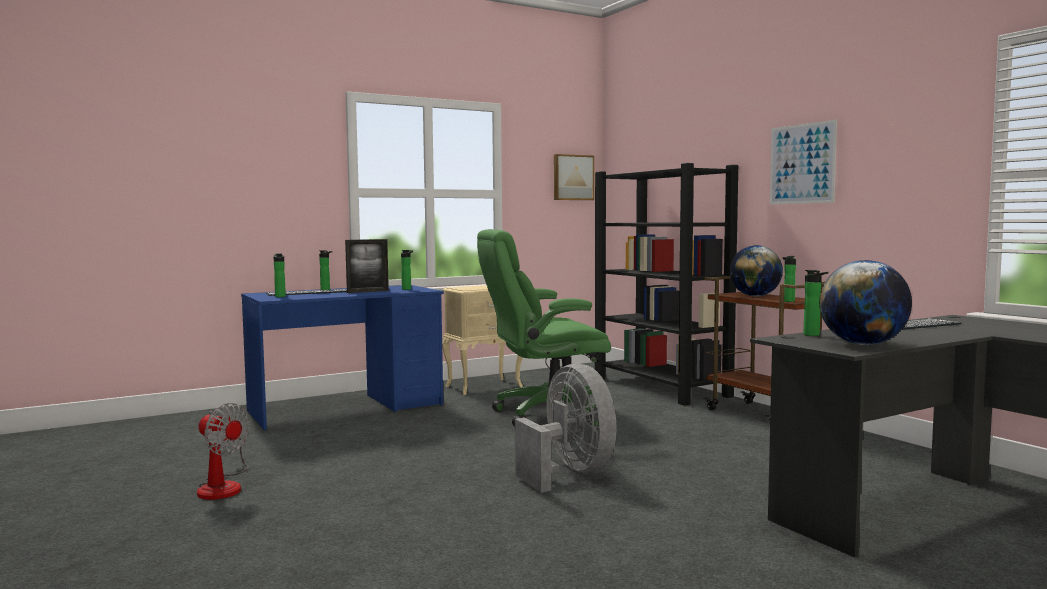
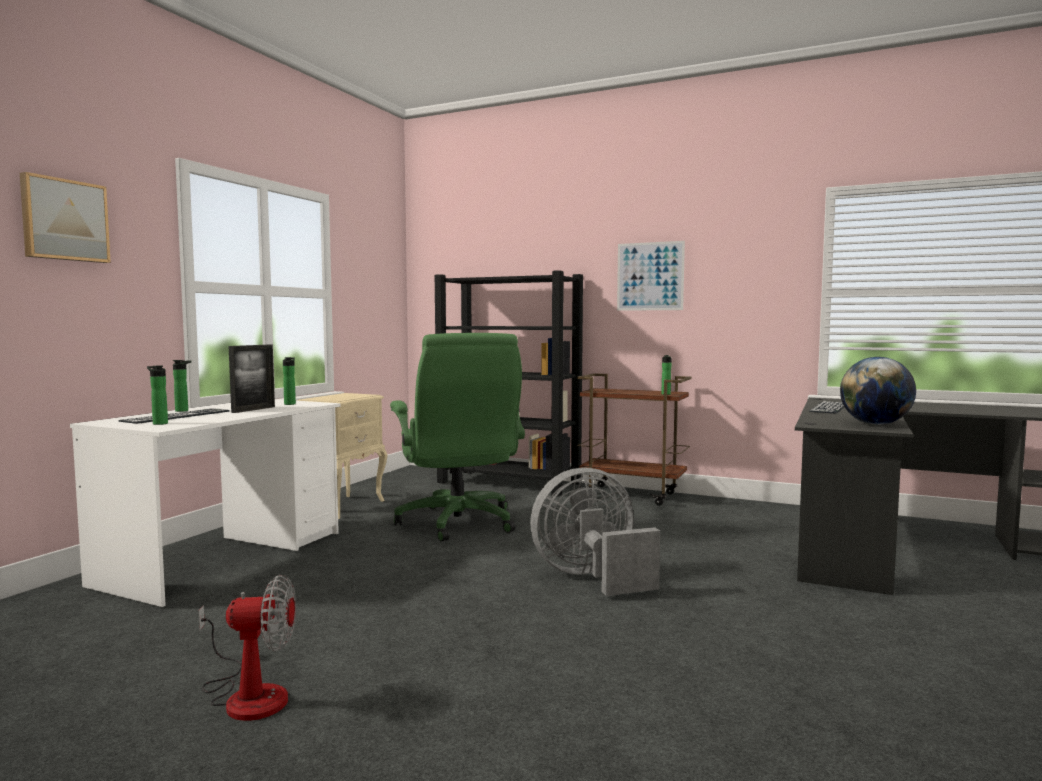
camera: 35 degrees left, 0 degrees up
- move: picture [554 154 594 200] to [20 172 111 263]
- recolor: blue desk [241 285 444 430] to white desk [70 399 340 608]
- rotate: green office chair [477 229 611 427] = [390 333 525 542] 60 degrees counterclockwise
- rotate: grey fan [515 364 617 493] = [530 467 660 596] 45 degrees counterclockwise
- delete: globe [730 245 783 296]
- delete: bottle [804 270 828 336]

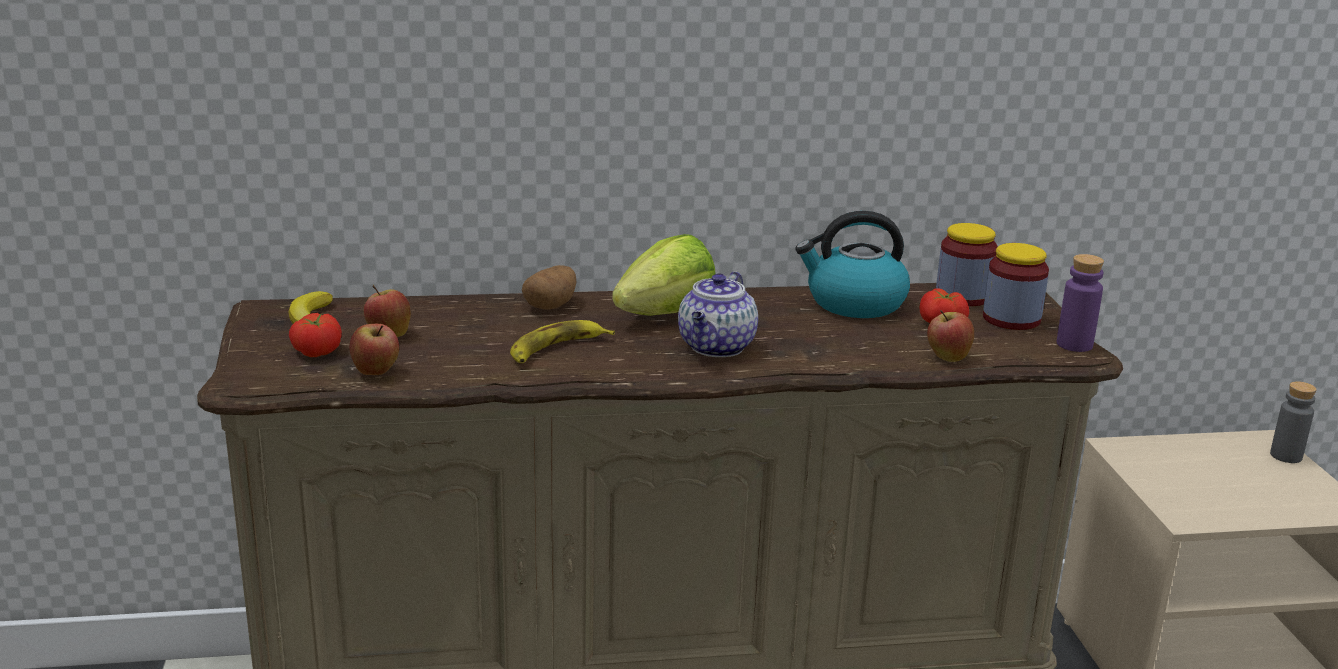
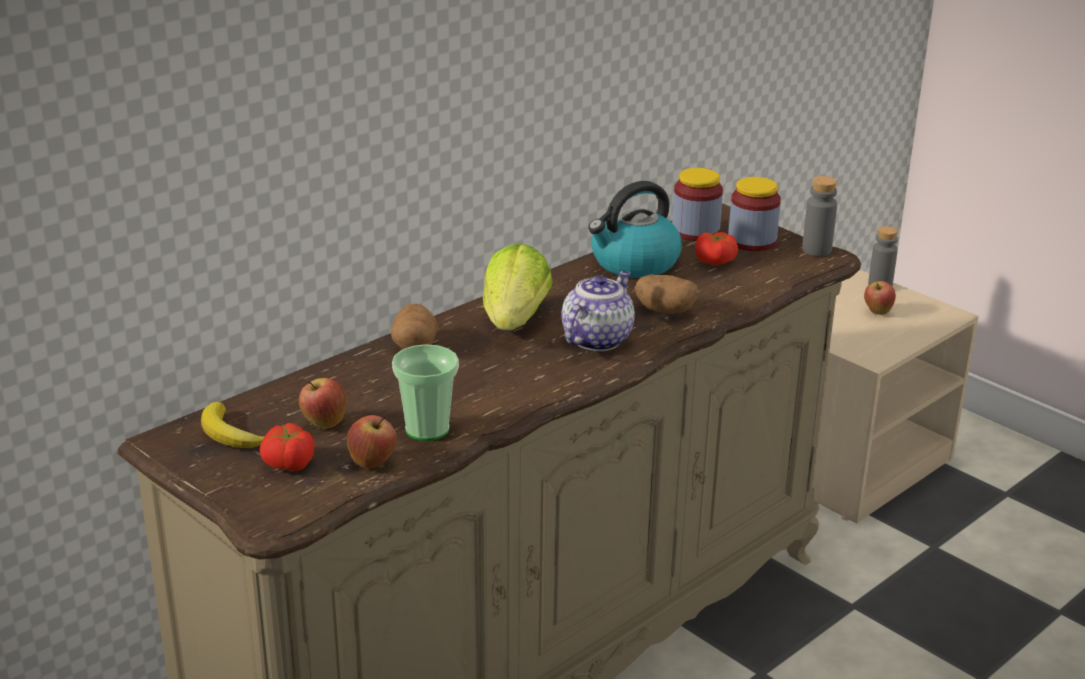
camera: 35 degrees left, 5 degrees up
- insert: cup [392 344 459 441]
- rotate: teapot [678 272 758 357] = [561 271 635 351] 135 degrees counterclockwise
- insert: potato [635 275 698 313]
- recolor: purple bottle [1057 254 1104 352] to grey bottle [802 176 837 256]
- move: apple [927 310 974 362] to [864 281 896 315]
- delete: banana [510 320 615 363]

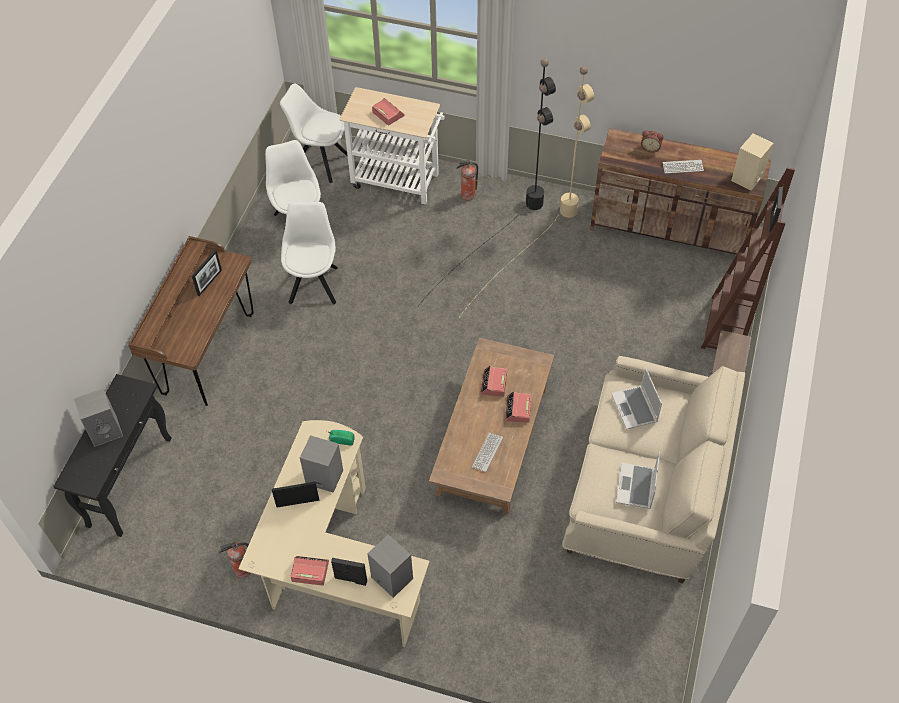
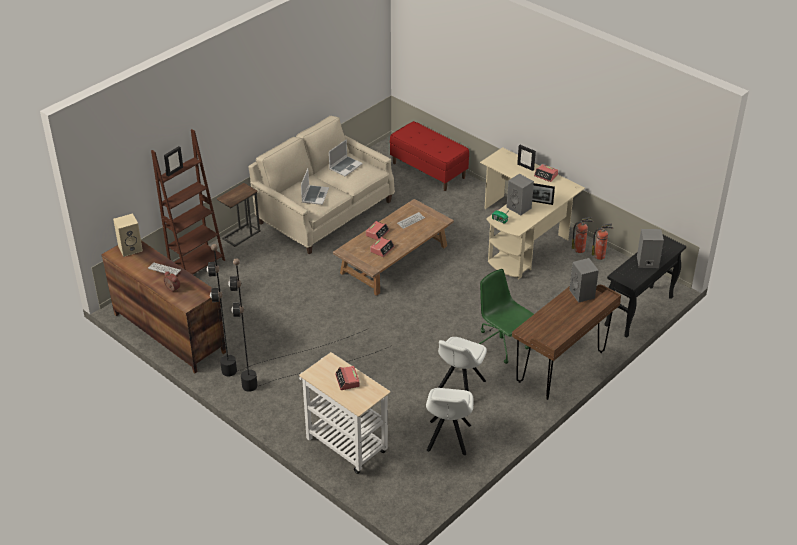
camera: 155 degrees left, 15 degrees down
- recolor: beige floor lamp [458 66 594 319] to black floor lamp [207 244 367 376]
- insert: red bench [390 121 469 191]
- insert: green office chair [479 269 534 364]
- move: grey speaker [367 535 413 598] to [569 258 599 303]
- move: fire extinguisher [456 160 478 201] to [592 224 614 260]
- delete: picture frame [192 250 222 296]
- delete: white chair [280 83 347 183]

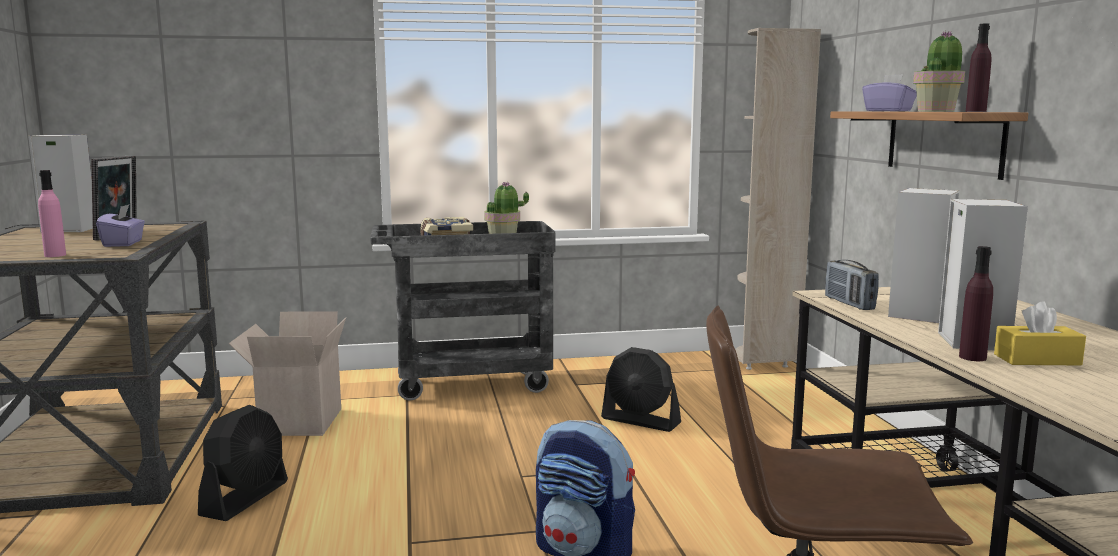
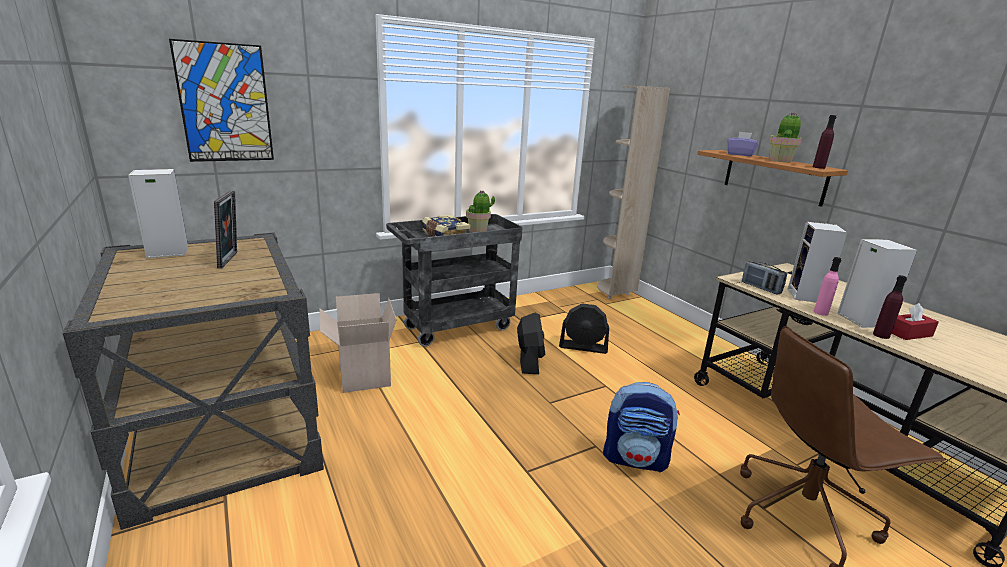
camera: 20 degrees left, 10 degrees up
- insert: picture [169 39 274 162]
- move: black fan [198 405 288 521] to [517 313 546 374]
- move: pink bottle [38 170 66 257] to [814 257 841 316]
- recolor: yellow tissue box [994 301 1086 365] to red tissue box [891 303 939 340]
- delete: purple tissue box [96 204 145 247]

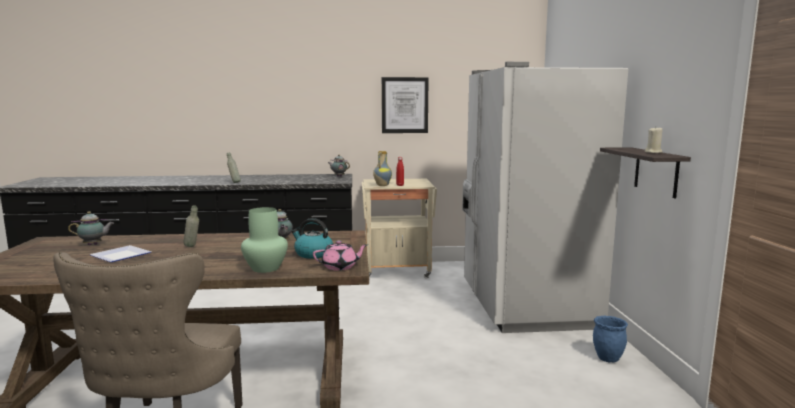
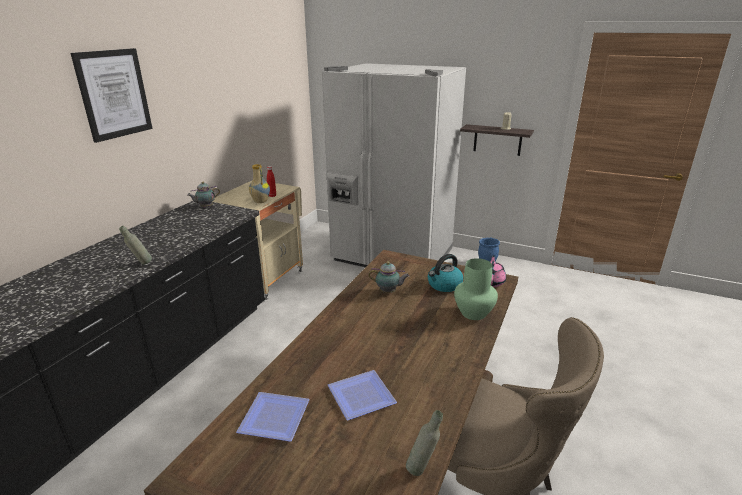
camera: 60 degrees left, 15 degrees up
- move: picture [382 77 429 133] to [71 48 152 143]
- replace: teapot [68 211 114 245] to plate [236 392 310 442]
- move: grey bottle [184 206 199 247] to [406 410 443 476]

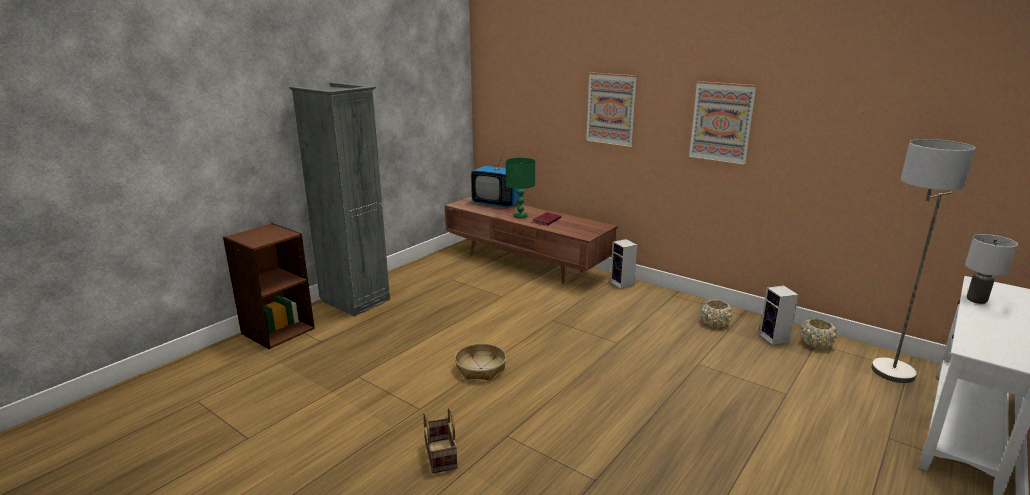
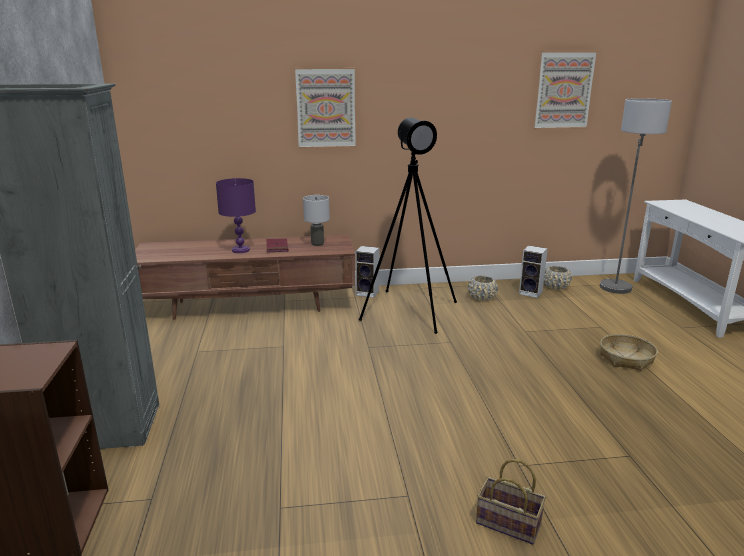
camera: 45 degrees left, 0 degrees up
- recolor: green table lamp [506 158 535 218] to purple table lamp [216 178 256 253]
- move: white table lamp [965 234 1018 304] to [303 195 330 246]
- insert: black floor lamp [359 117 457 334]
- move: picture [689 81 757 166] to [534 51 597 130]
- move: basket [455 343 506 381] to [600 334 658 371]
- delete: television [471 145 523 208]

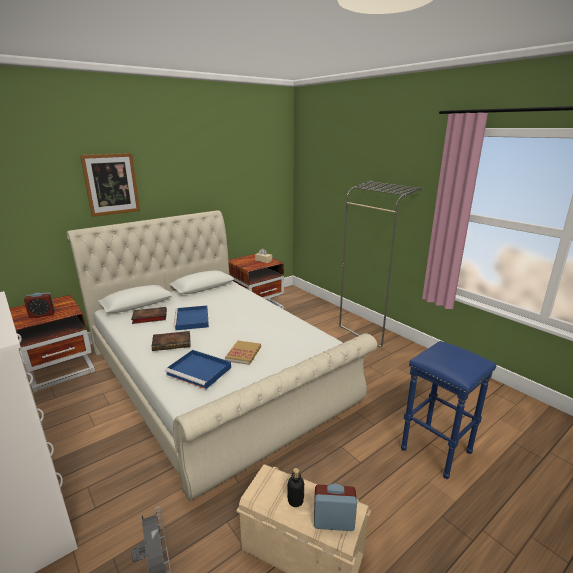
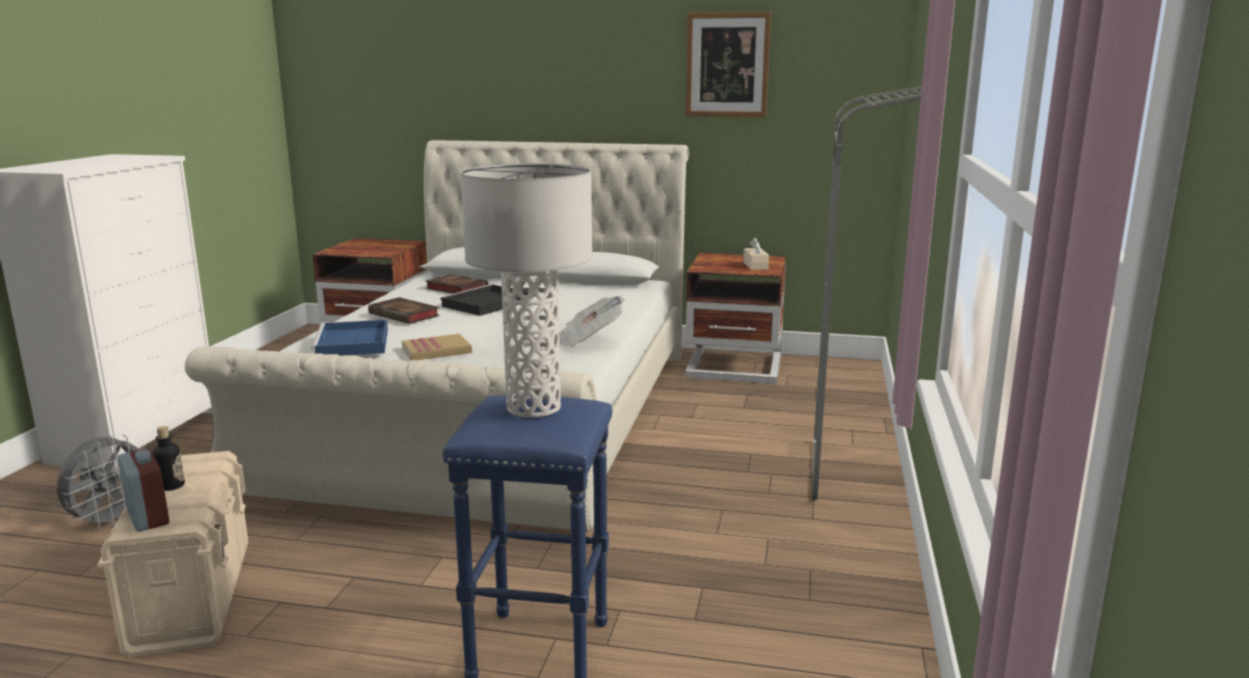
camera: 50 degrees right, 5 degrees down
- recolor: blue tray [174 306 209 331] to black tray [440 284 529 316]
- insert: white table lamp [461 164 592 418]
- insert: newspaper [554 296 625 347]
- move: picture [80 153 140 217] to [686 12 771 117]
- delete: alarm clock [24 292 55 318]

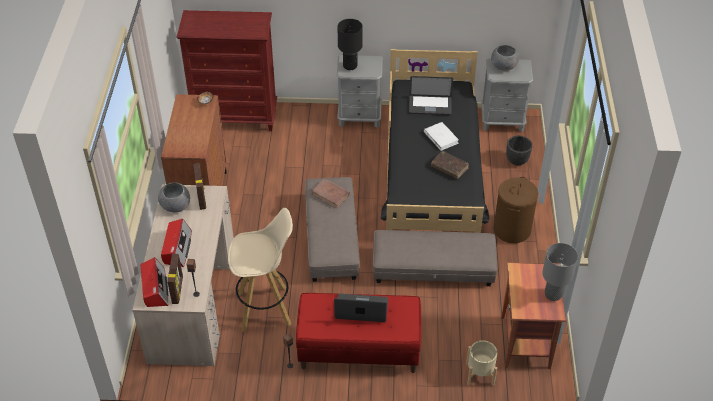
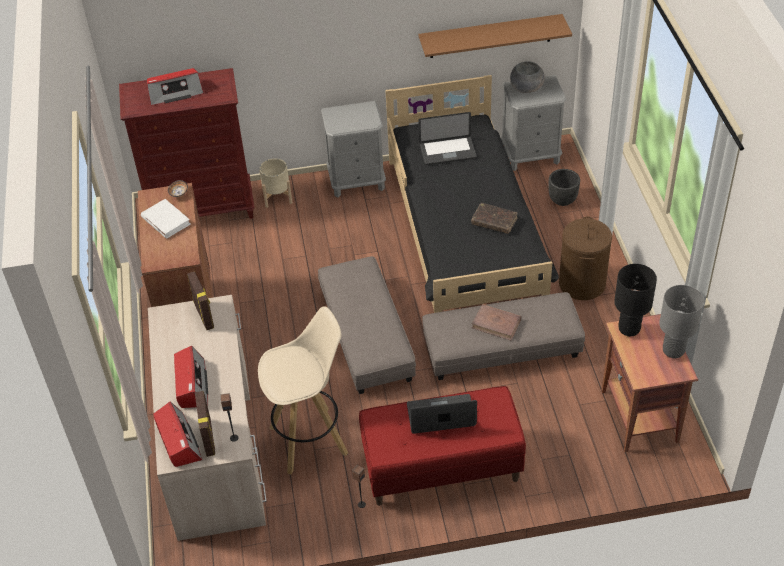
camera: 10 degrees left, 0 degrees up
- move: white book [424 122 459 151] to [141 199 191 239]
- insert: radio [147 68 204 106]
- move: beige planter [466 340 497 386] to [259 158 293 208]
- insert: brown shelf [418 14 572 58]
- move: brown book [311 178 350 208] to [472 304 521 341]
- move: black table lamp [338 19 363 70] to [614 264 657 337]
- delete: grey bowl [158 182 190 213]

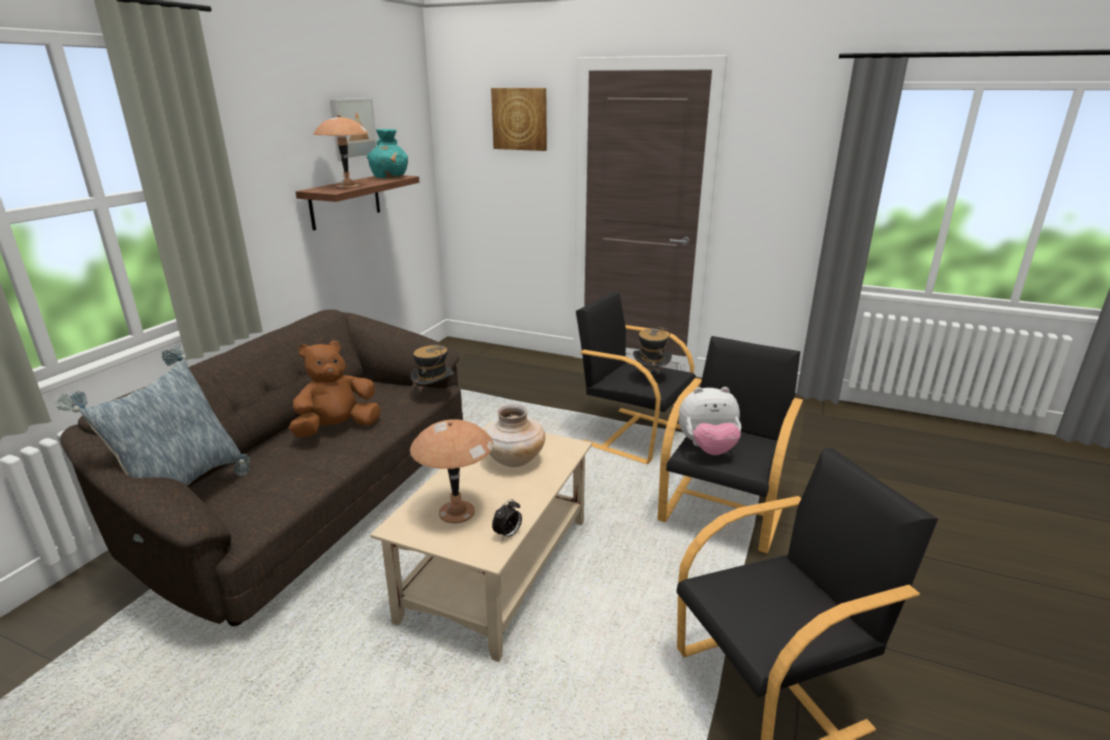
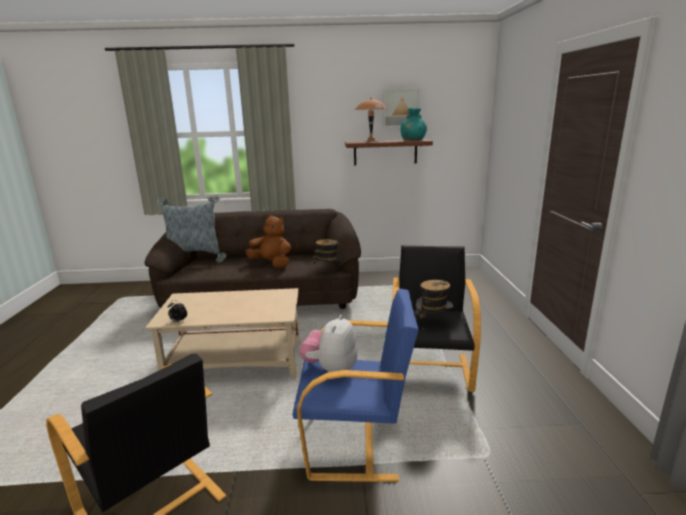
camera: 65 degrees right, 5 degrees down
- recolor: black armchair [658 336 803 553] to blue armchair [293 289 419 482]
- rotate: plush toy [678 387 741 455] = [299 315 358 372] 45 degrees clockwise
- delete: brown table lamp [410 419 493 523]
- delete: beige vase [485 404 545 467]
- delete: picture [491 88 547 151]

